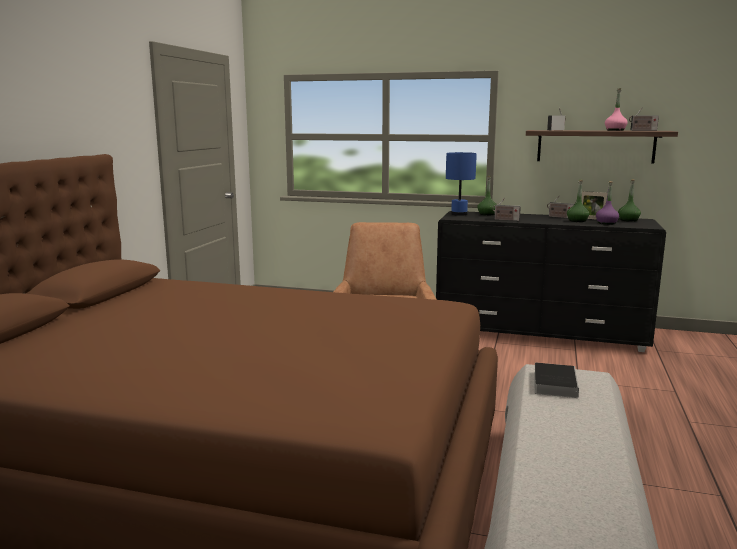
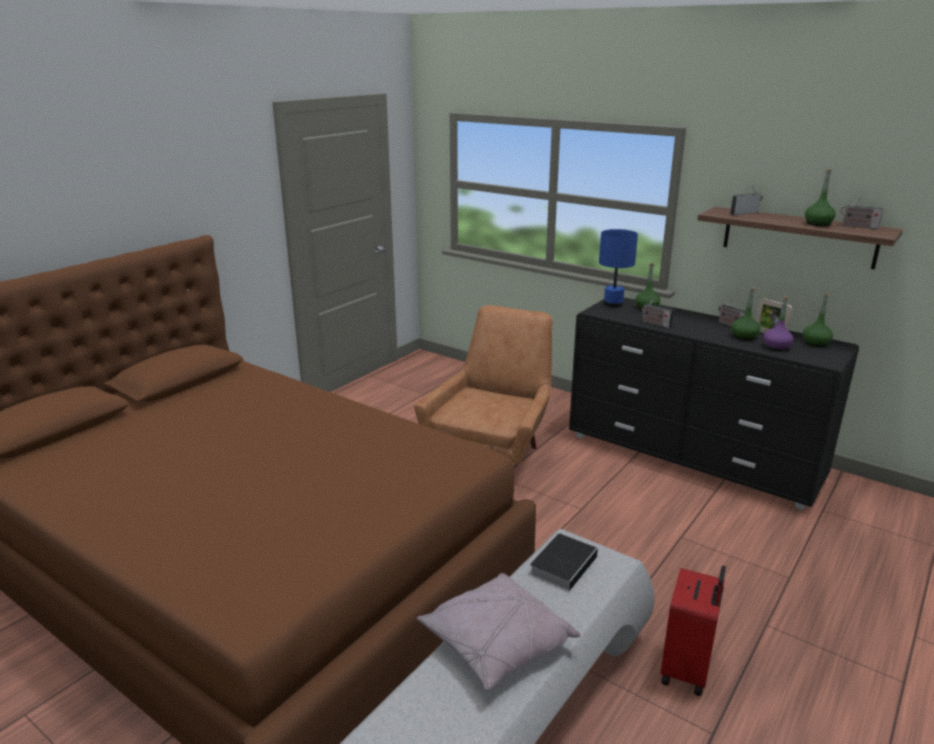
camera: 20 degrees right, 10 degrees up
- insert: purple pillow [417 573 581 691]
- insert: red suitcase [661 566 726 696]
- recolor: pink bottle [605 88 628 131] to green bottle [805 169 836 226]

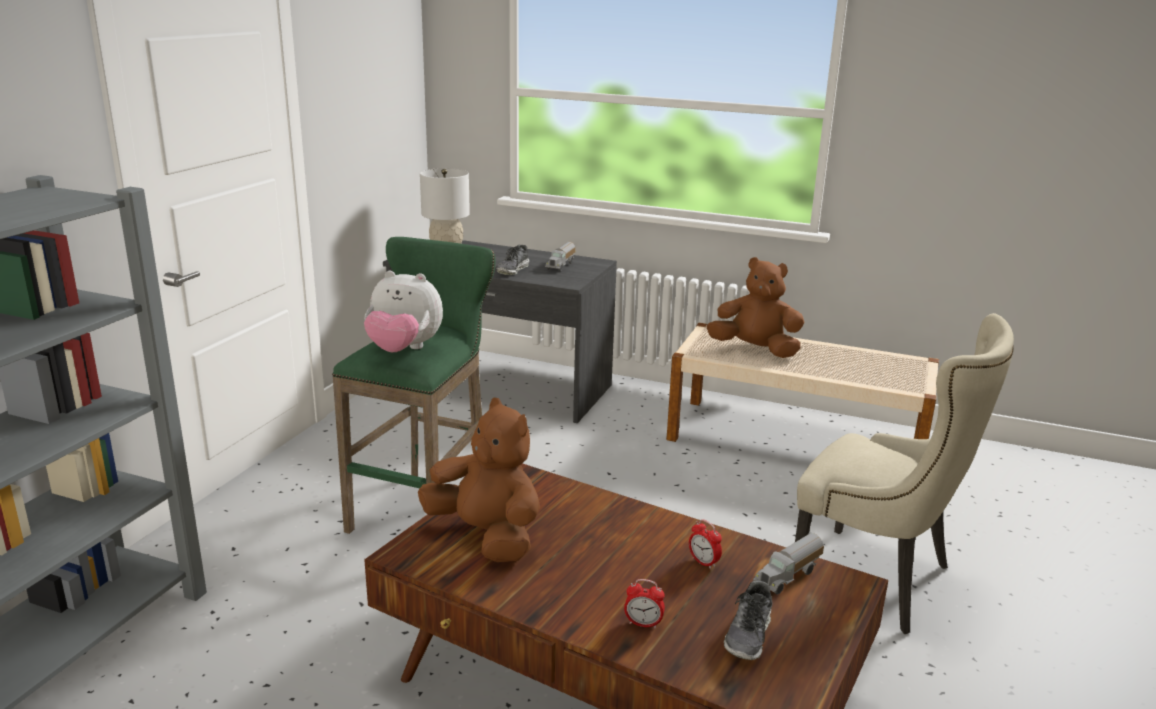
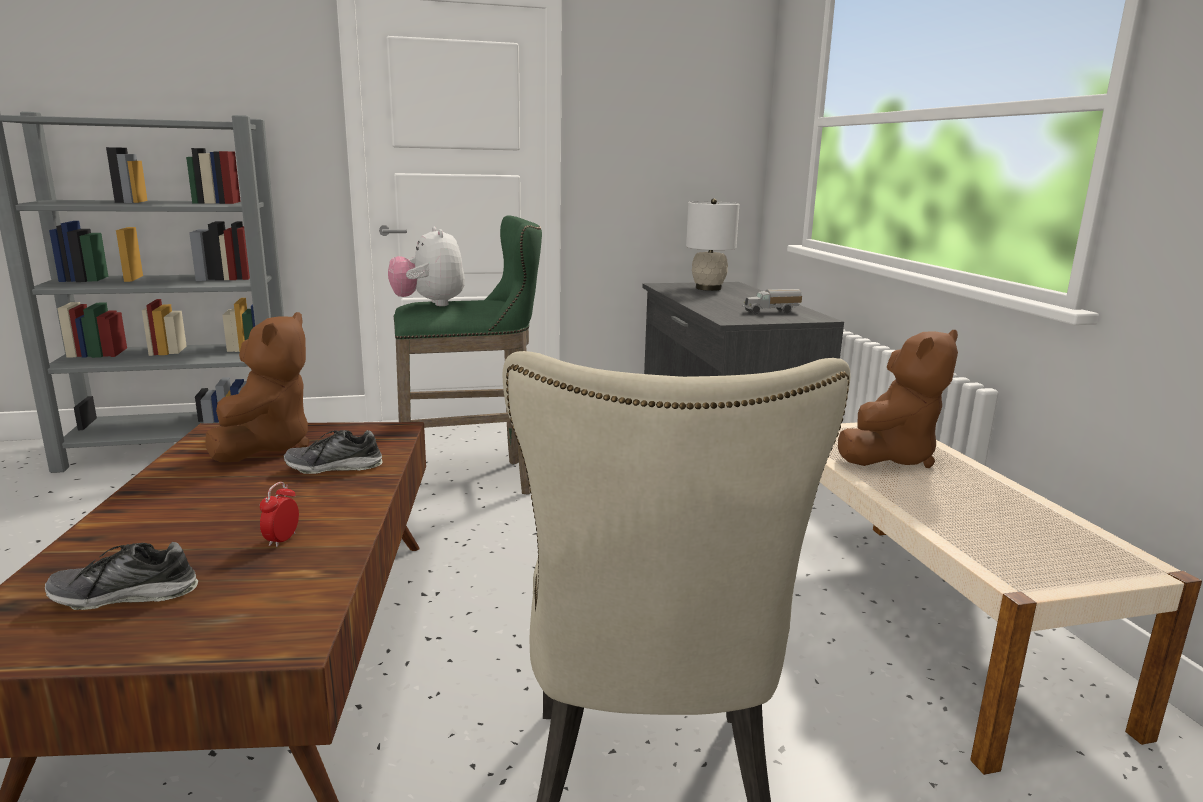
camera: 55 degrees right, 5 degrees down
- move: shoe [496 245 529 275] to [284 430 383 474]
- rotate: brown plush toy [707 257 805 358] = [838 330 958 468] 60 degrees clockwise
- delete: alarm clock [624 579 665 629]
- delete: toy truck [753 533 824 594]

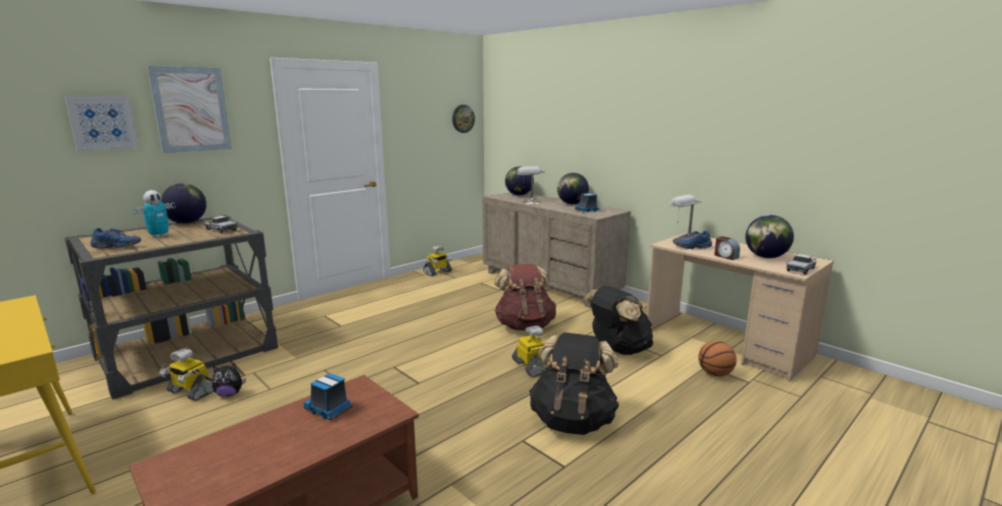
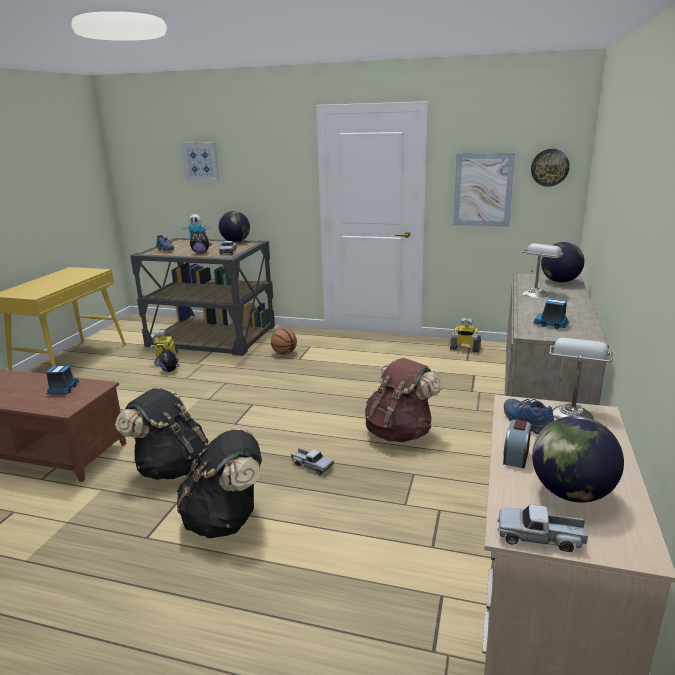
camera: 60 degrees right, 5 degrees up
- move: black backpack [584 286 653 355] to [115 388 209 480]
- insert: plush toy [190 230 211 253]
- move: basketball [698 341 737 377] to [271 329 297 355]
- replace: toy robot [512 326 546 377] to toy truck [291 448 334 475]
- move: picture [147 66 232 153] to [453 153 515 227]
- delete: globe [557 173 589 204]

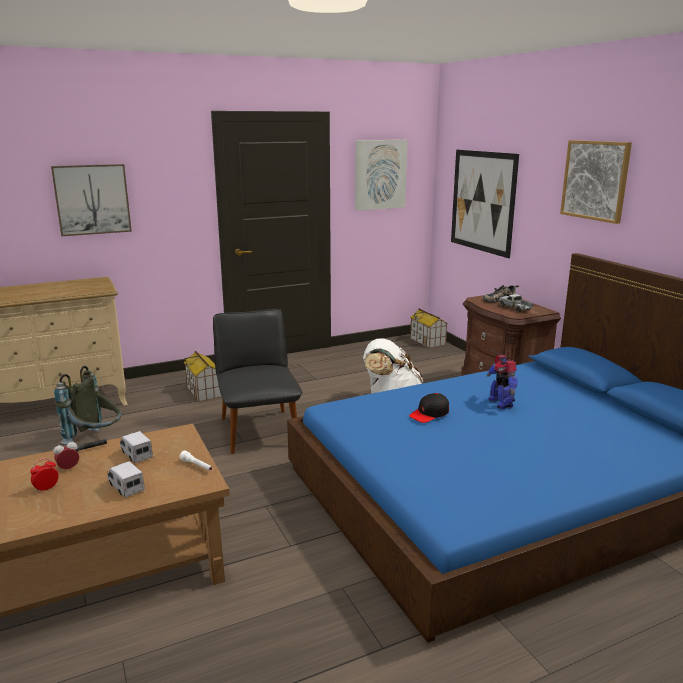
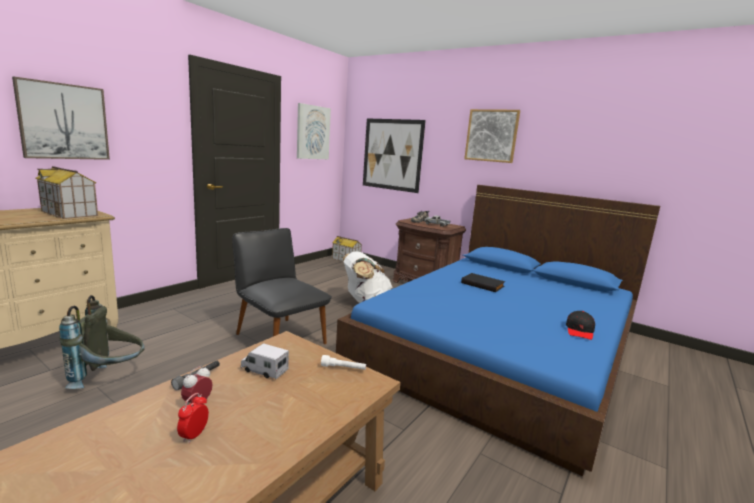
camera: 30 degrees left, 5 degrees down
- move: toy house [184 351 222 402] to [35 166 98 219]
- replace: toy robot [487 355 518 409] to black book [461 273 505 292]
- move: black cap [409 393 449 423] to [566 311 595 340]
- delete: toy truck [107 461 145 498]

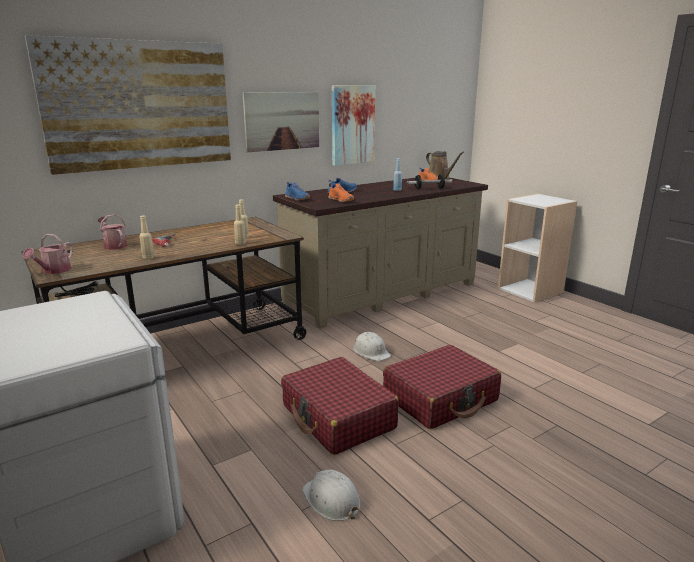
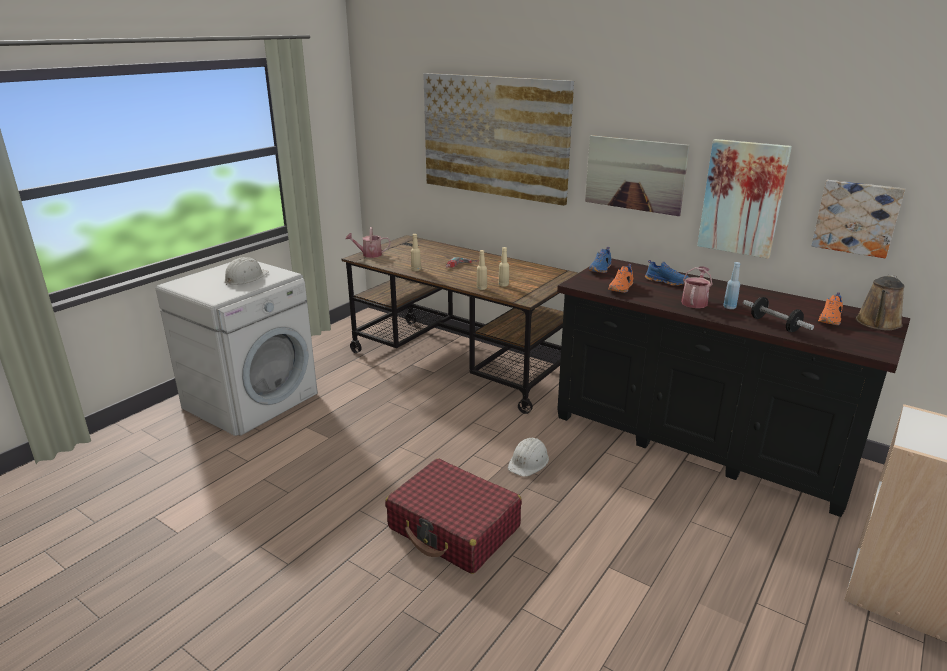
camera: 70 degrees right, 5 degrees up
- move: white hard hat [302 470 361 521] to [224 257 269 285]
- recolor: beige cabinet [273 178 488 328] to black cabinet [557 258 911 517]
- move: watering can [98 214 127 250] to [681 266 712 308]
- insert: picture [811 180 905 258]
- delete: red suitcase [281 357 399 455]

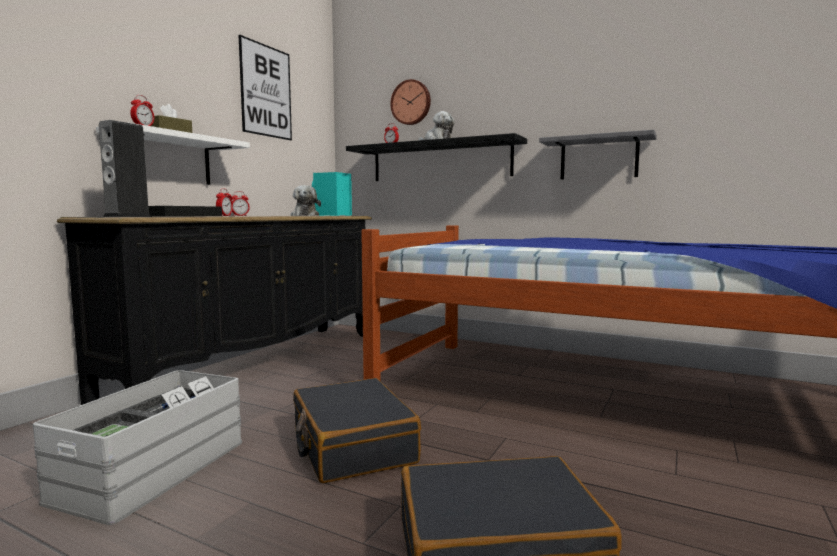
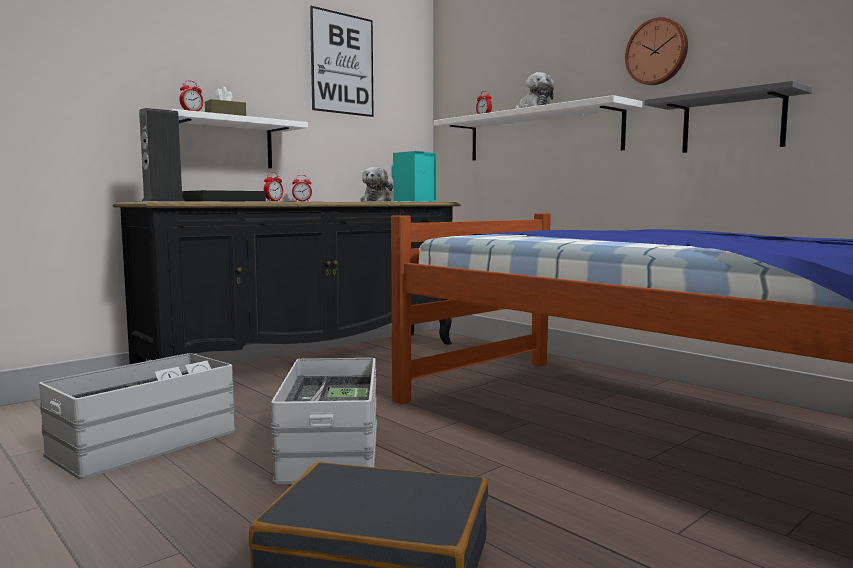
camera: 20 degrees right, 0 degrees up
- replace: black suitcase [293 378 421 483] to grey storage box [271 358 377 484]
- recolor: black shelf [346 133 527 181] to white shelf [434 95 642 161]
- move: wall clock [390 79 431 125] to [625 17 688 85]

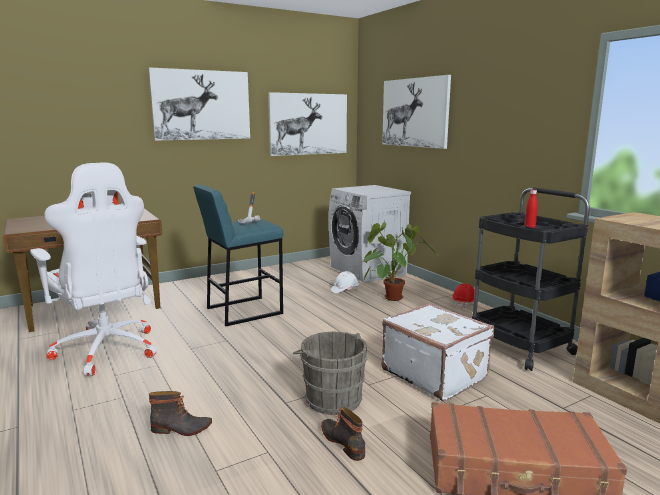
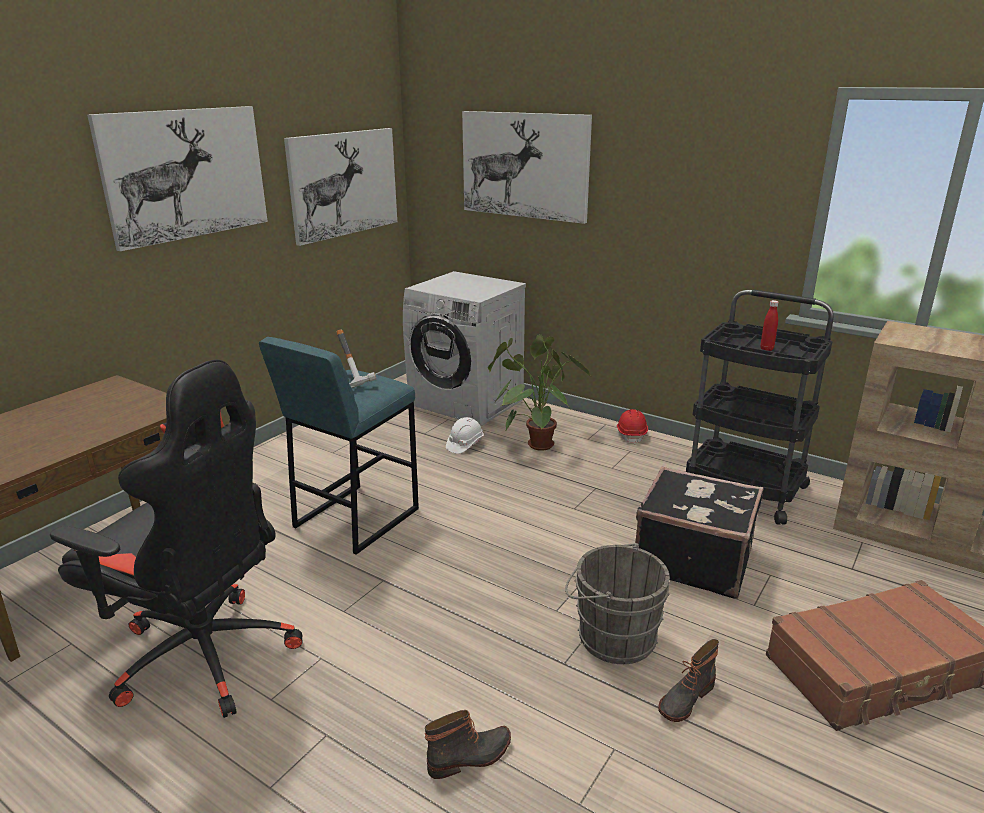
camera: 25 degrees left, 10 degrees up
- recolor: white office chair [30 162 157 376] to black office chair [50 360 303 718]
- recolor: white suitcase [381 303 494 401] to black suitcase [635 466 764 599]
- rotate: boot [321 407 365 461] = [658 639 719 722] 75 degrees counterclockwise

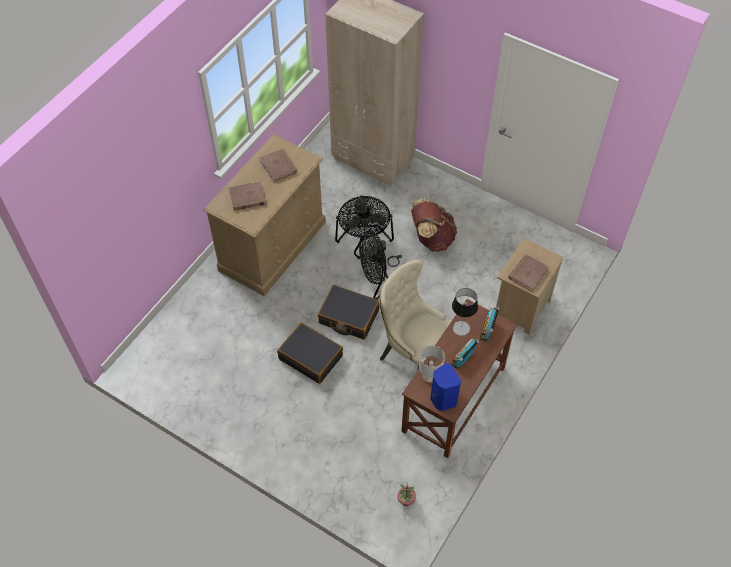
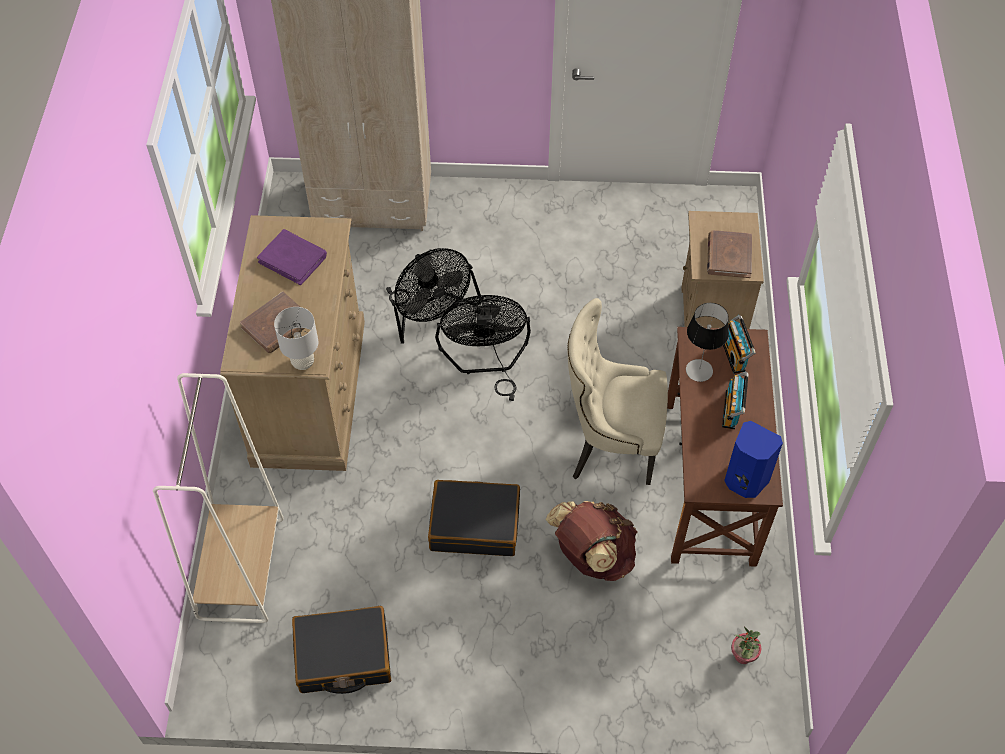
camera: 30 degrees left, 0 degrees up
- insert: clothes rack [153 373 284 623]
- recolor: brown book [260 149 297 182] to purple book [257 229 327 285]
- move: grey table lamp [419 345 445 383] to [274 307 318 370]
- move: black suitcase [318 285 379 340] to [292 606 391 694]
- rotate: black fan [354 231 402 299] = [435 295 531 401] 135 degrees clockwise
- move: brown backpack [411 198 457 252] to [546 501 637 581]

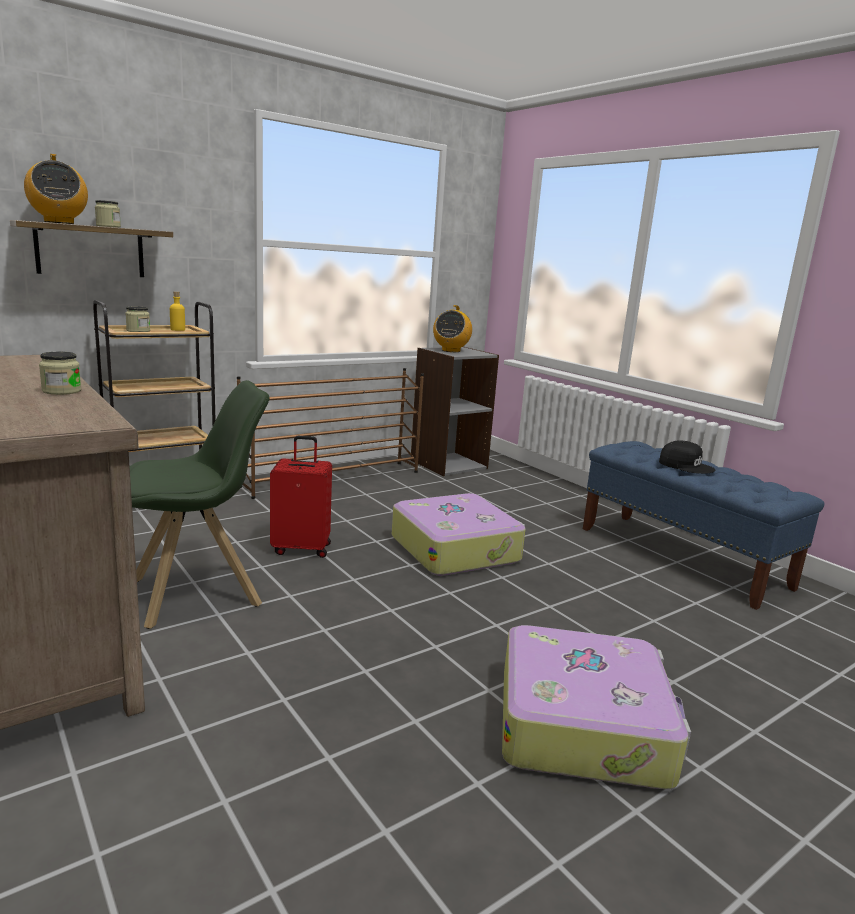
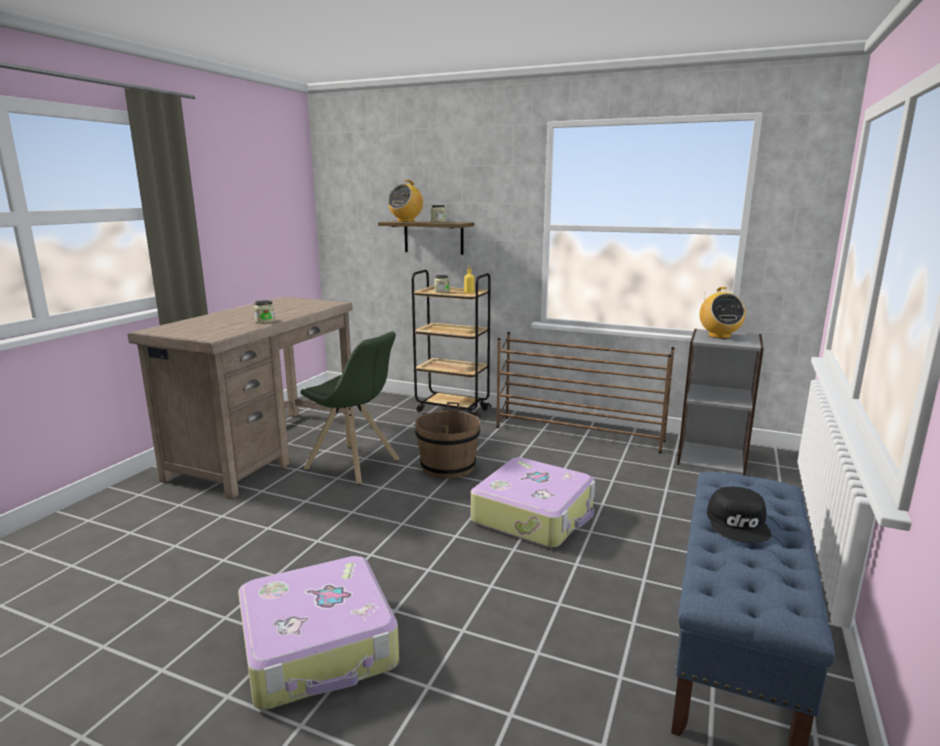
camera: 60 degrees right, 0 degrees up
- replace: red suitcase [270 436 332 558] to brown bucket [415 402 480 479]
- rotate: radio [433 305 472 352] = [699 287 746 339] 75 degrees counterclockwise

